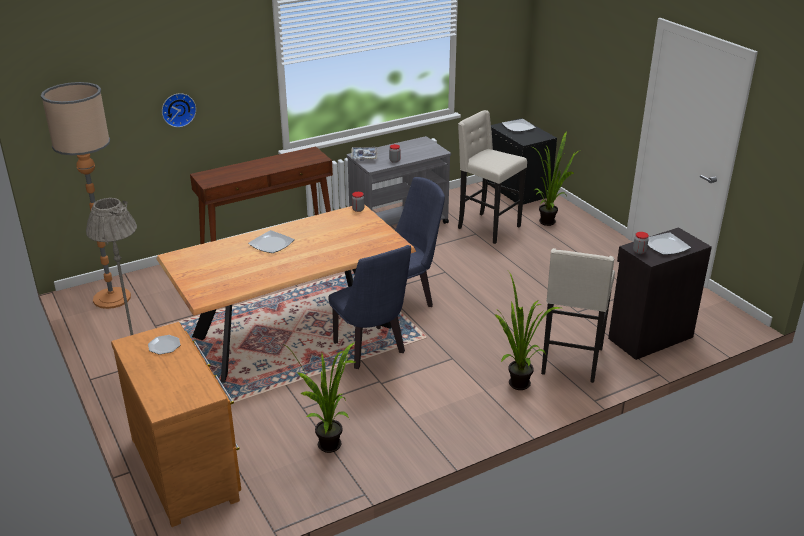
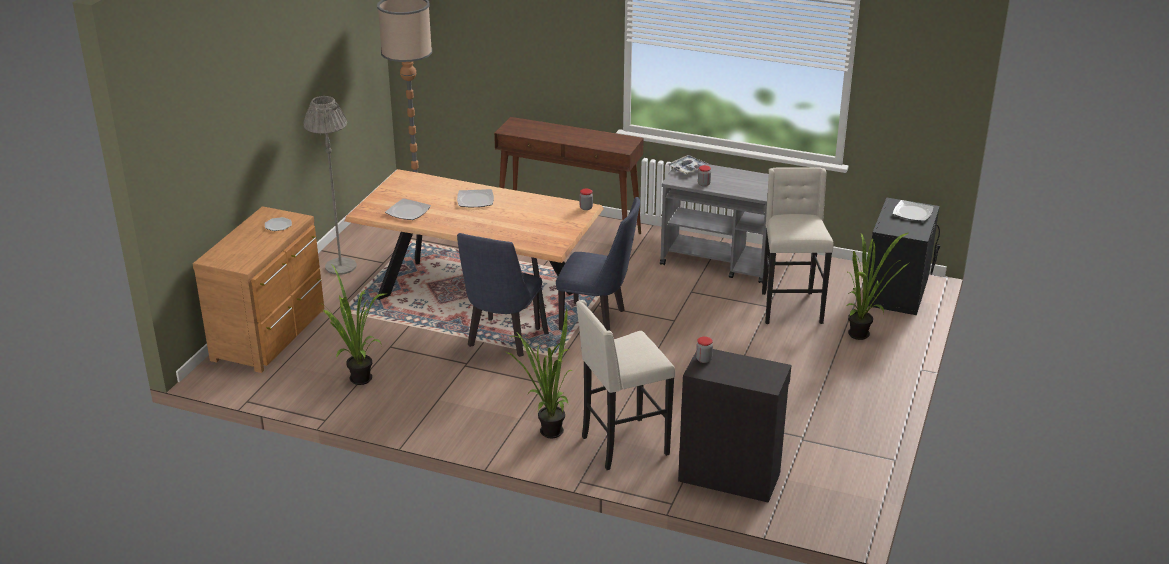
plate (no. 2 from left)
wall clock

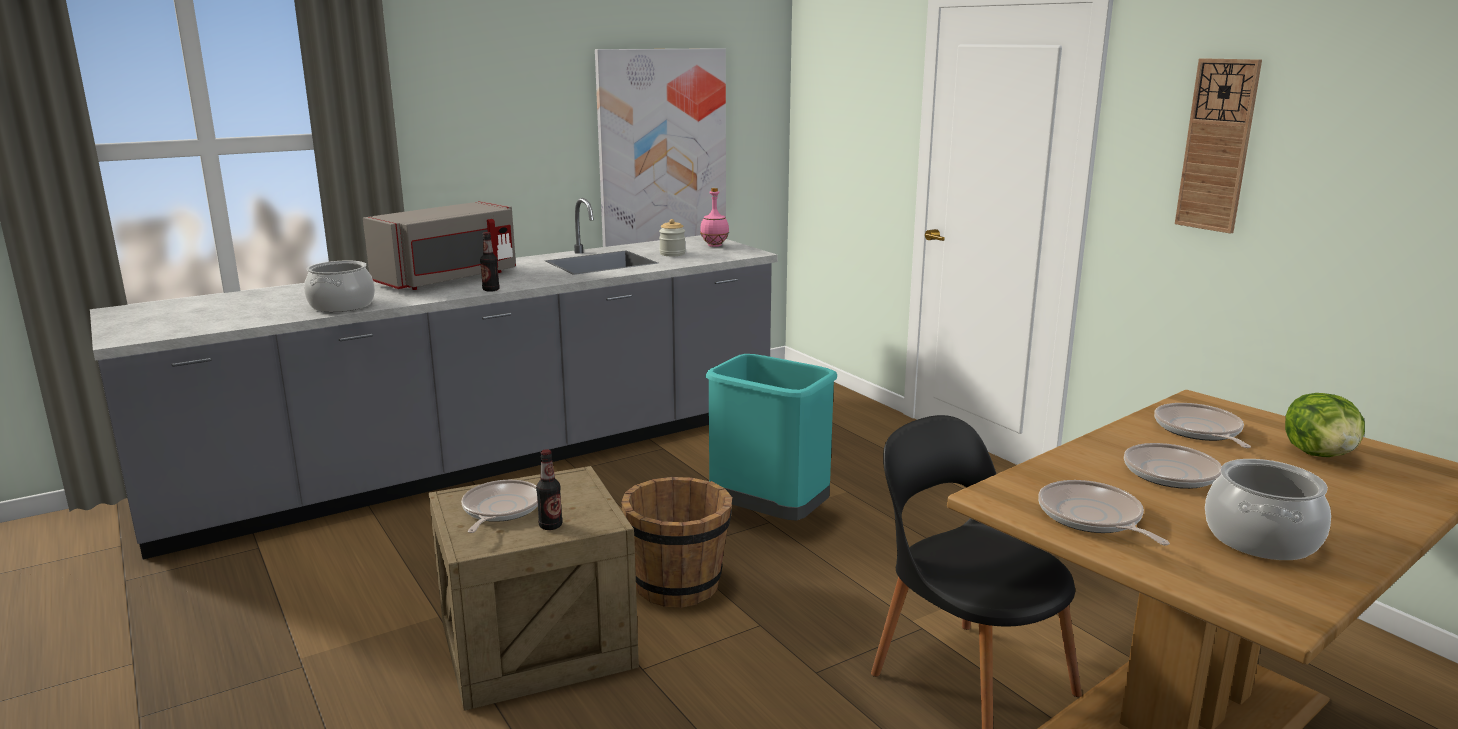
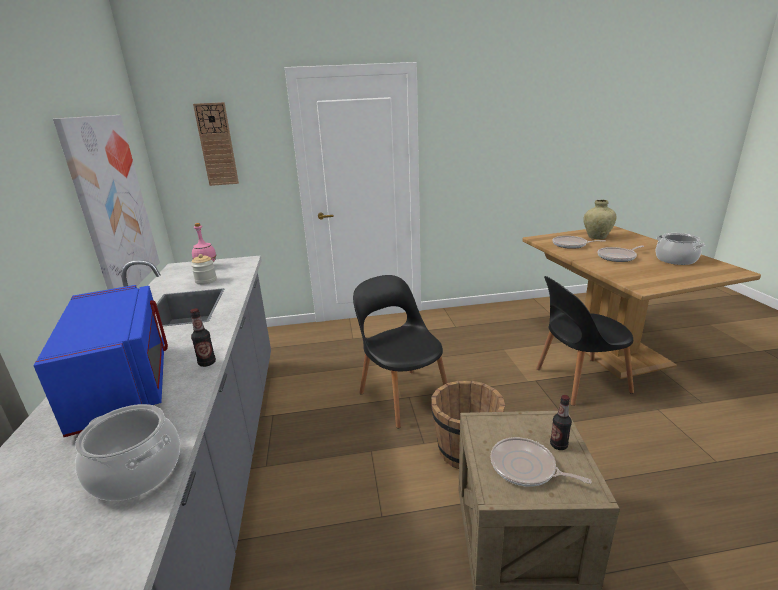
blue microwave
wall clock
black chair (no. 1 from left)
beige vase
frying pan (no. 2 from left in the first image)

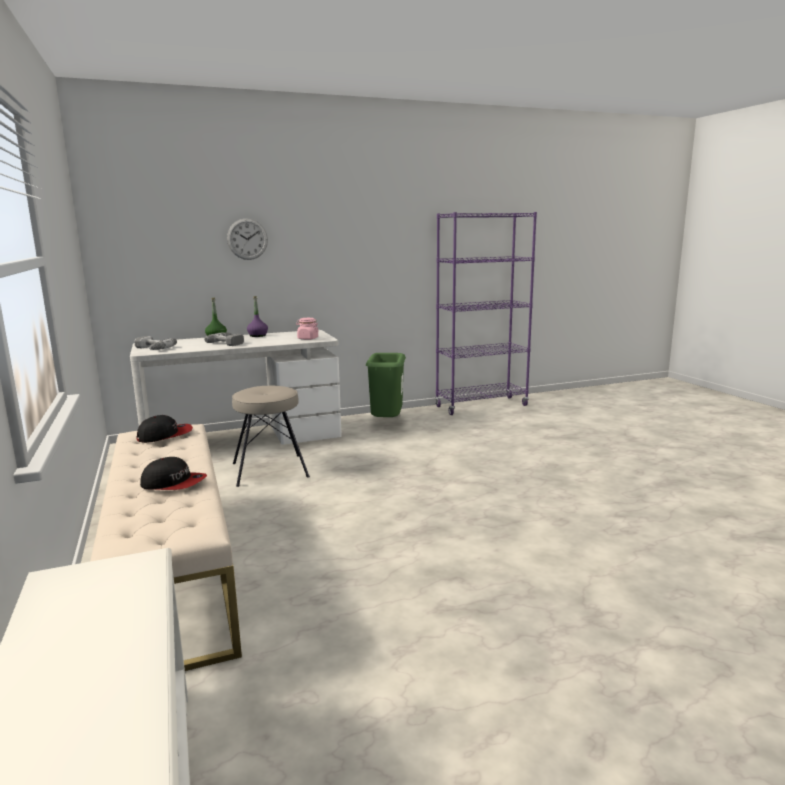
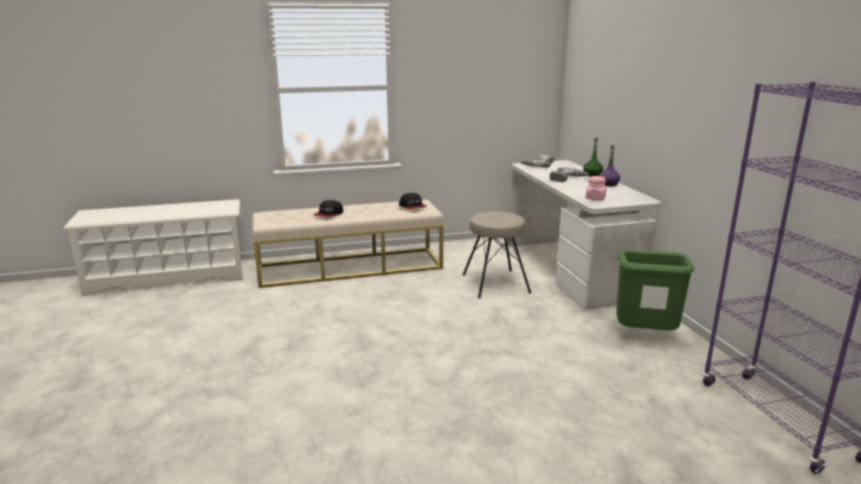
wall clock

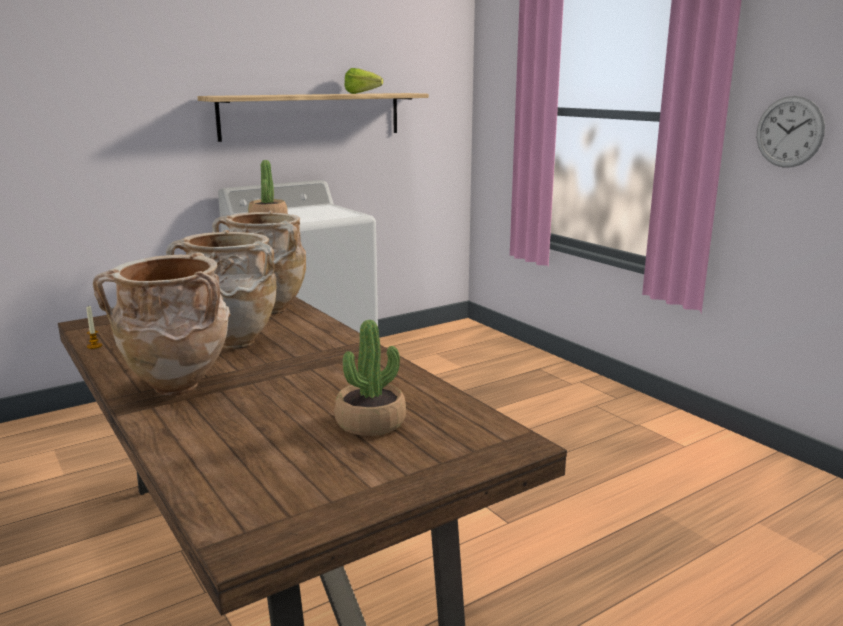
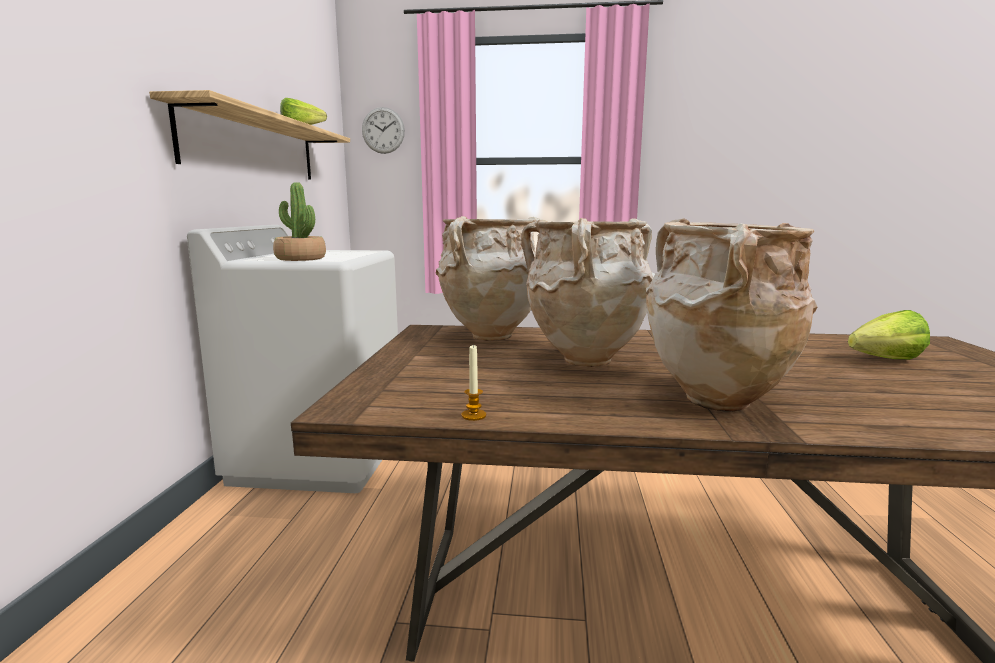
wall clock
lettuce (no. 2 from left)

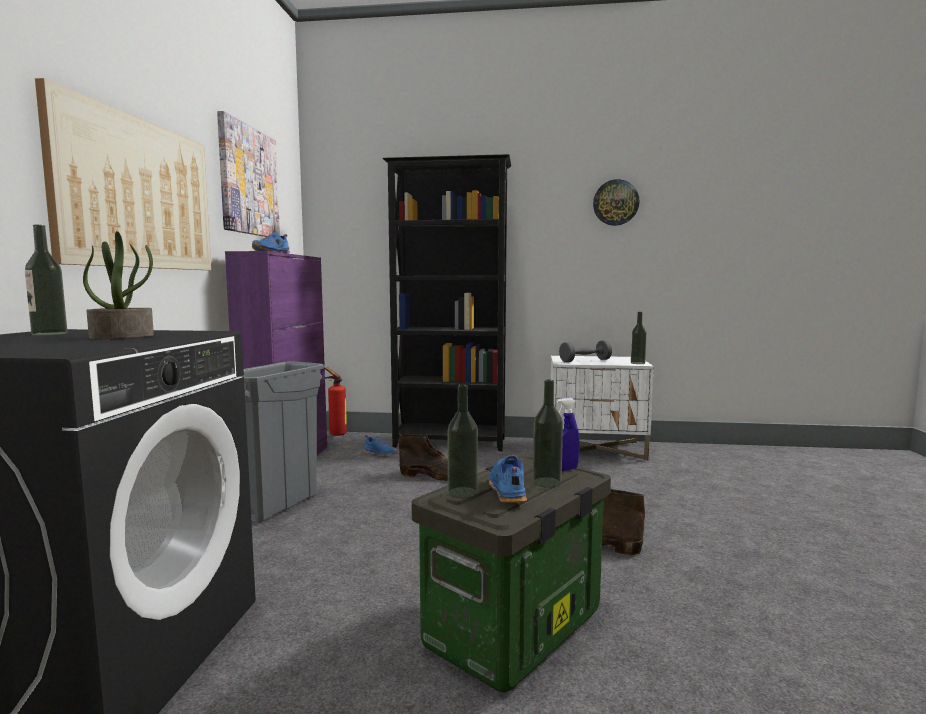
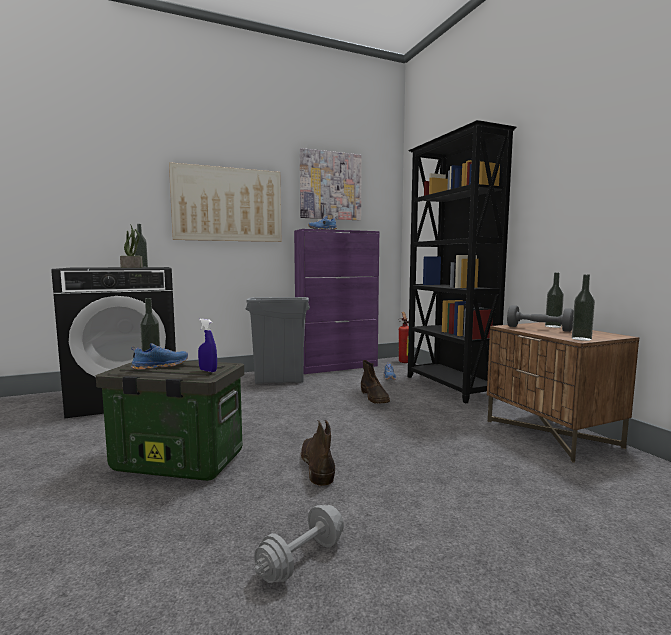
grey dumbbell (no. 1 from left)
brown nightstand
bottle (no. 3 from left)
wall clock

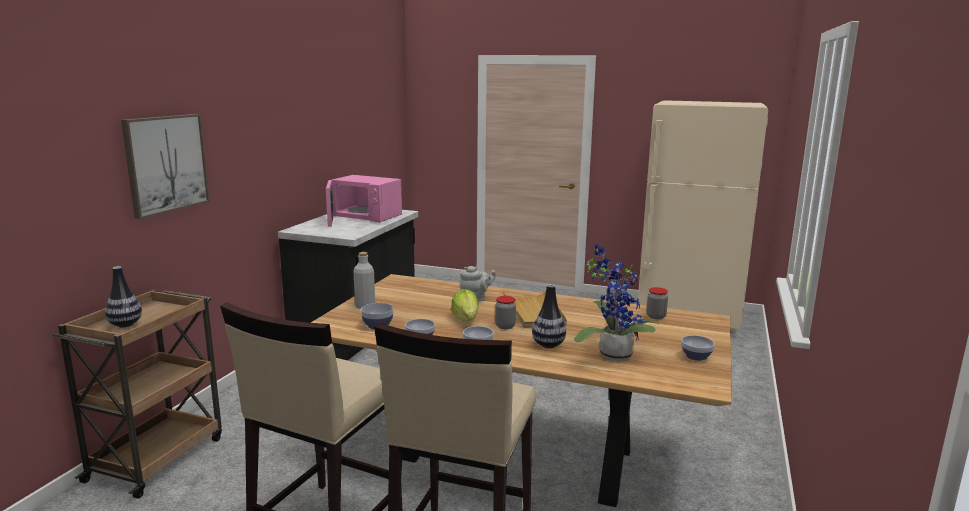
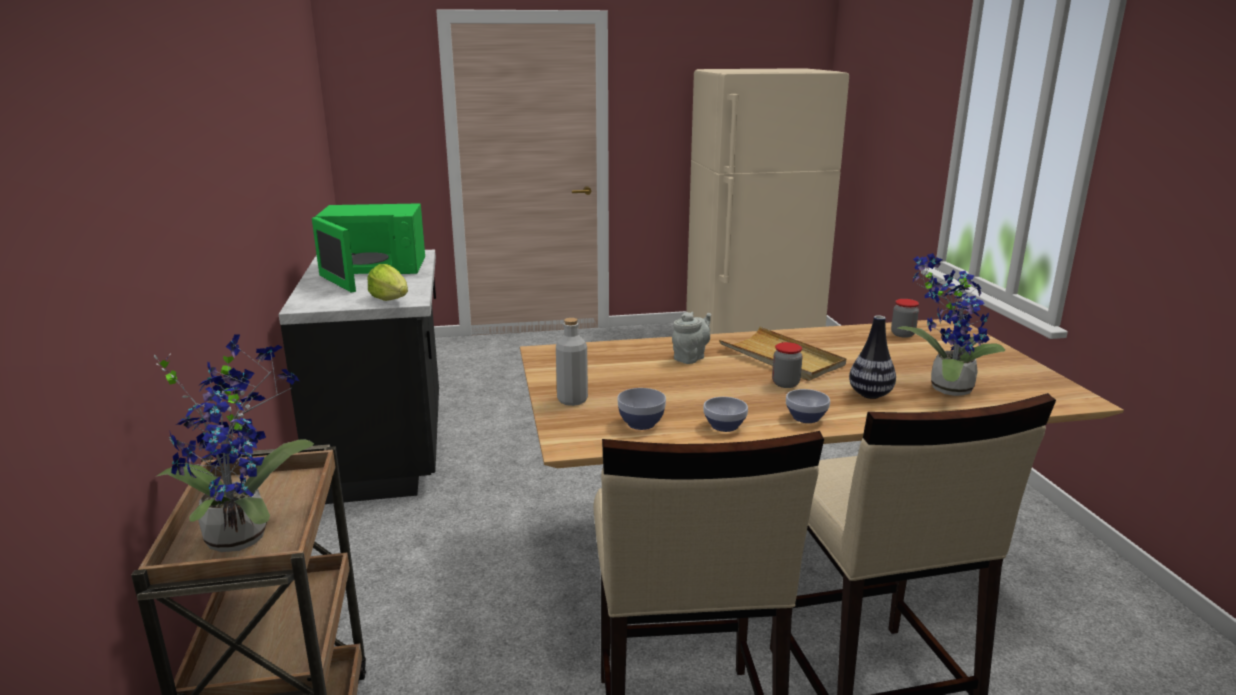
potted plant (no. 1 from left)
green microwave
lettuce
picture
bowl (no. 4 from left in the first image)

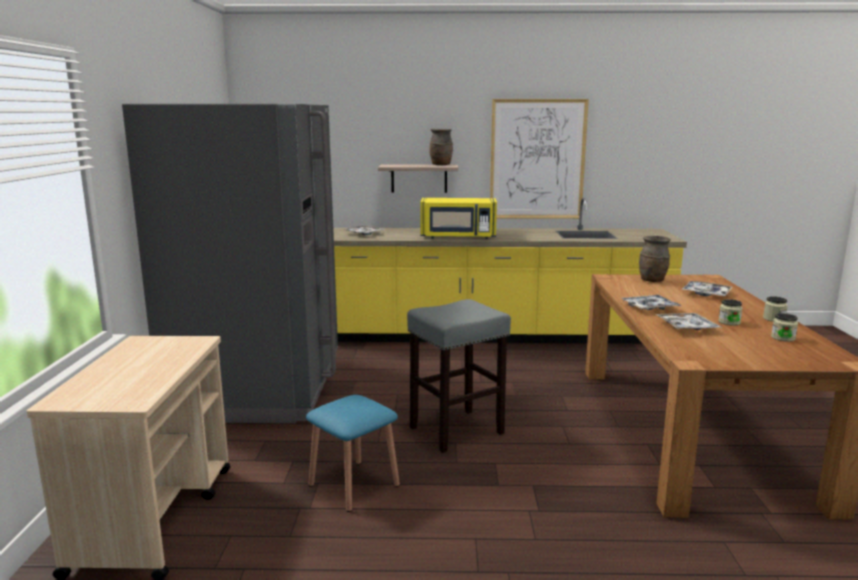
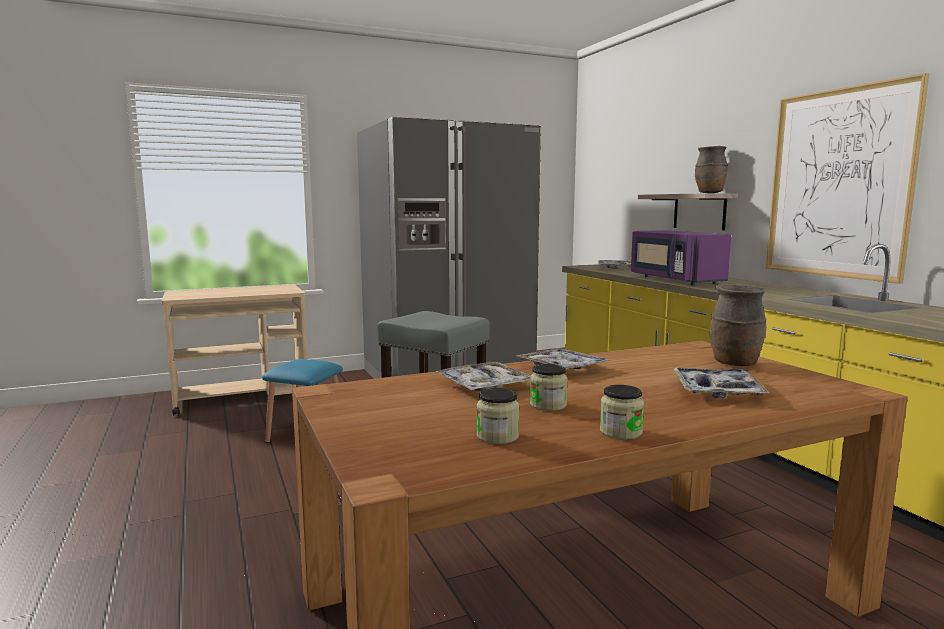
purple microwave

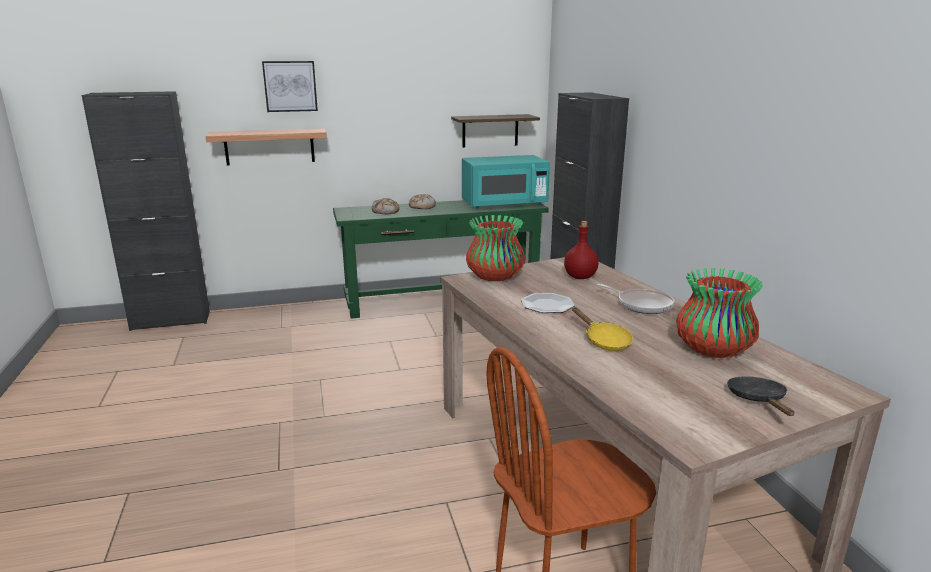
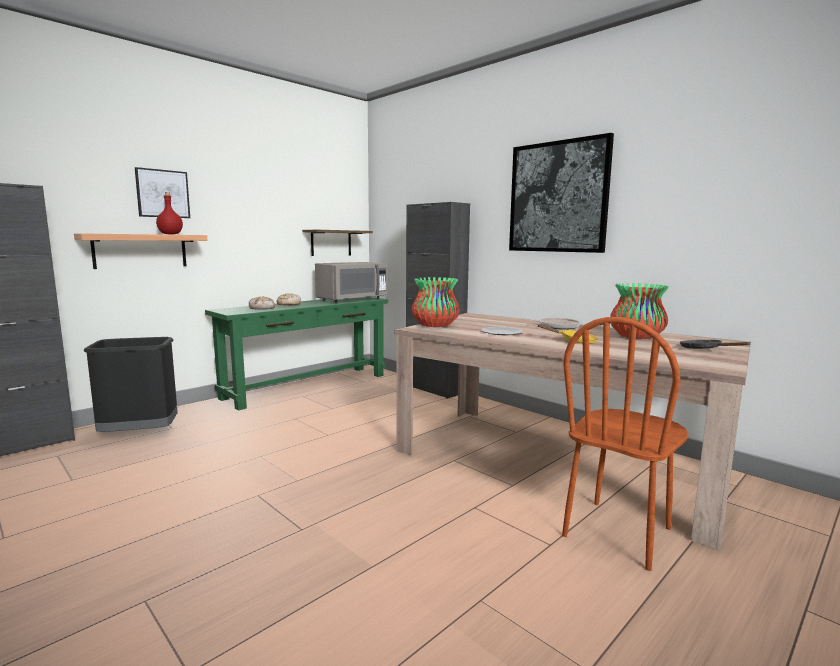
black trash can
red bottle
grey microwave
picture (no. 2 from left)

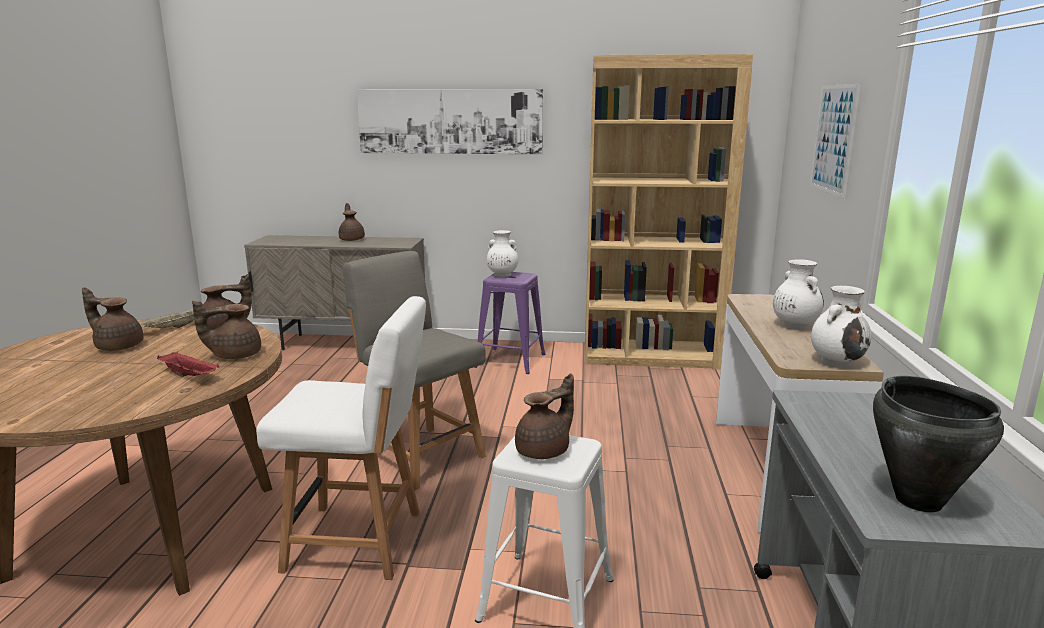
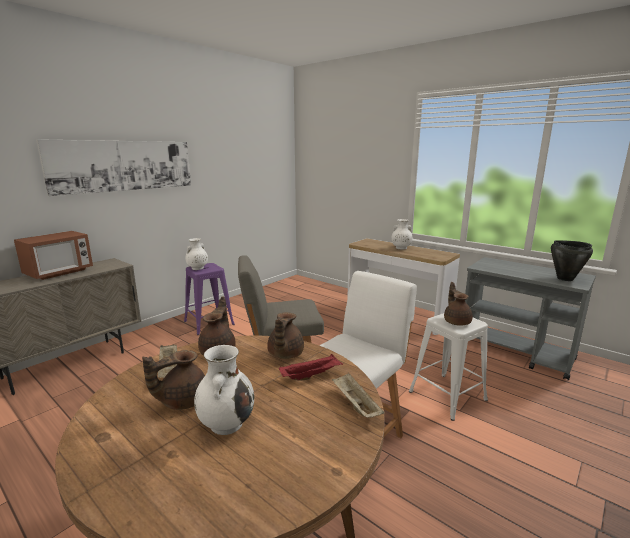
microwave
white vase (no. 2 from left)
beige tray (no. 2 from left)
brown bookcase
picture (no. 2 from left in the first image)

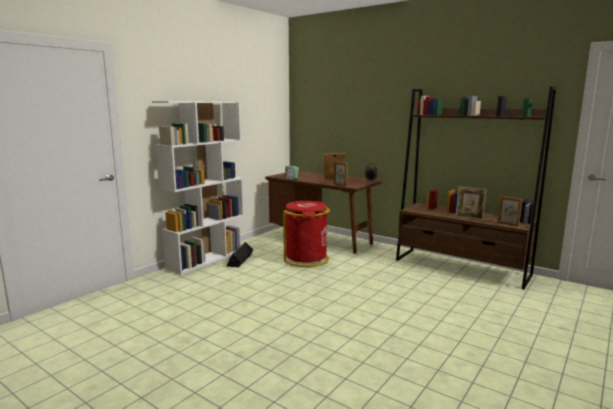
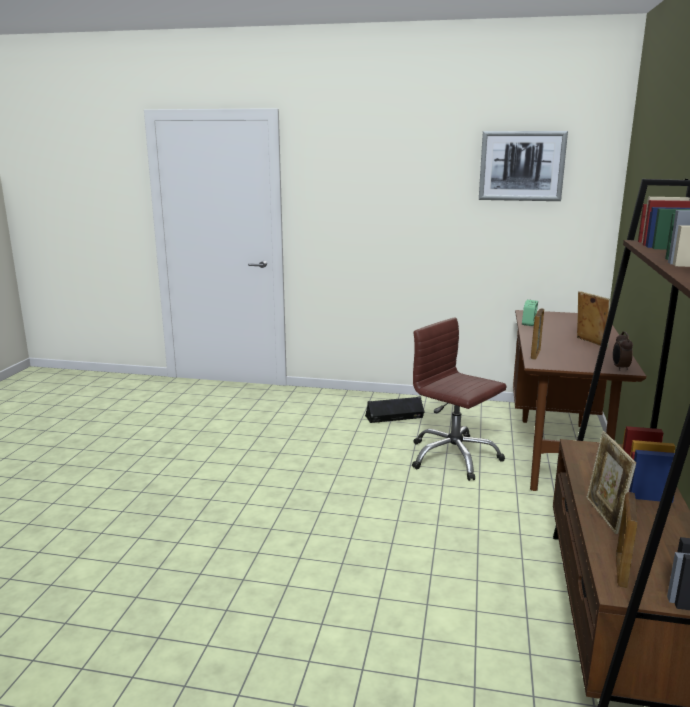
brown office chair
picture
white bookcase

